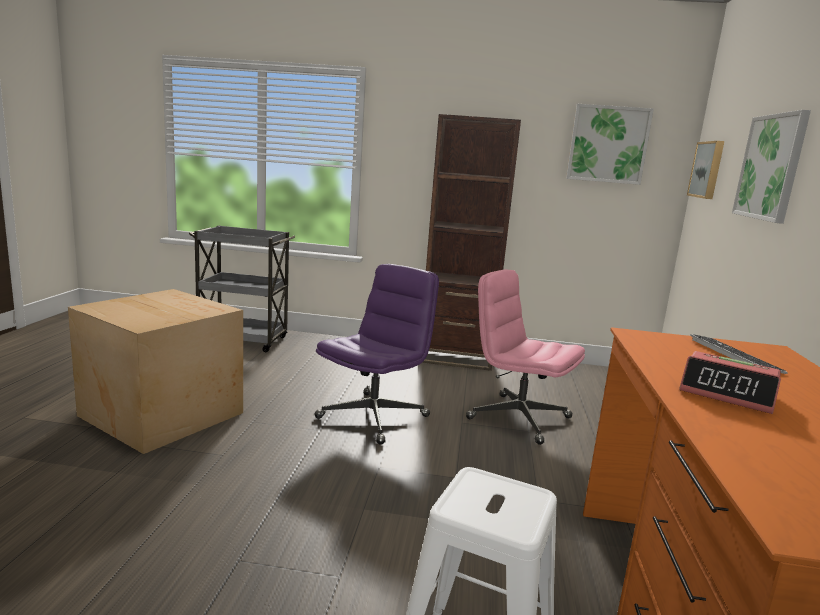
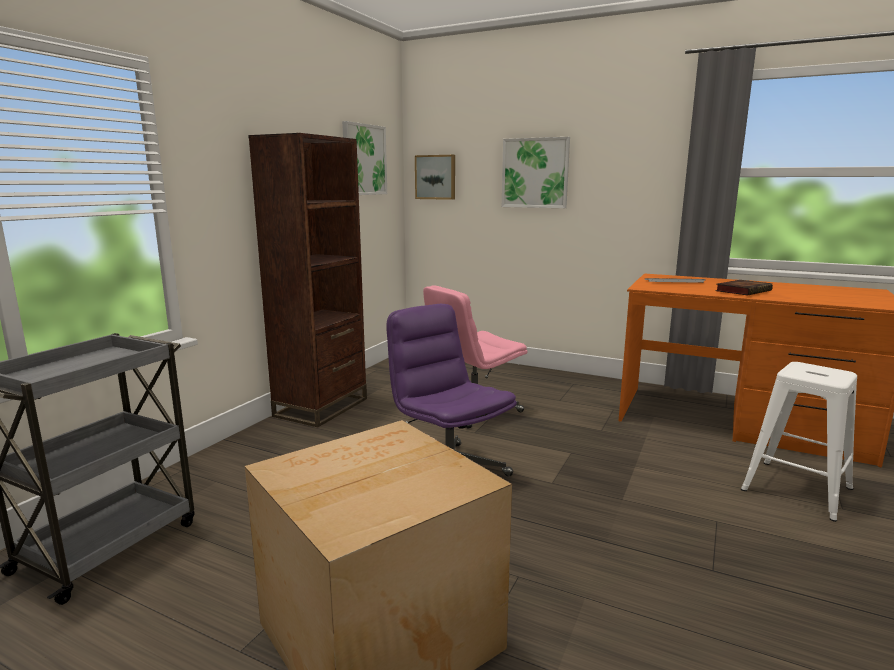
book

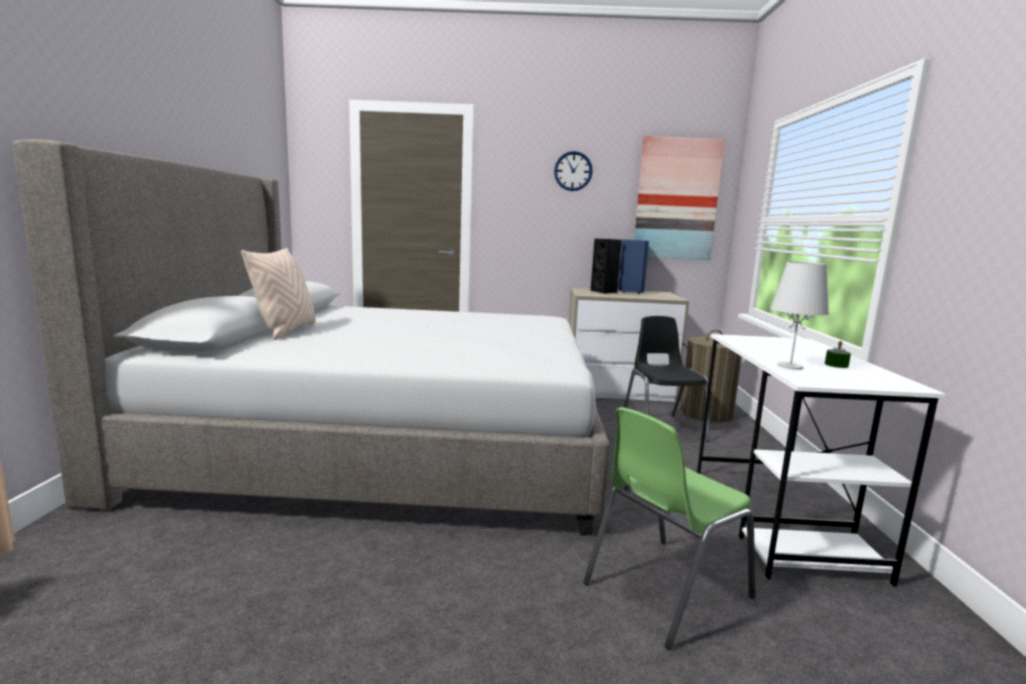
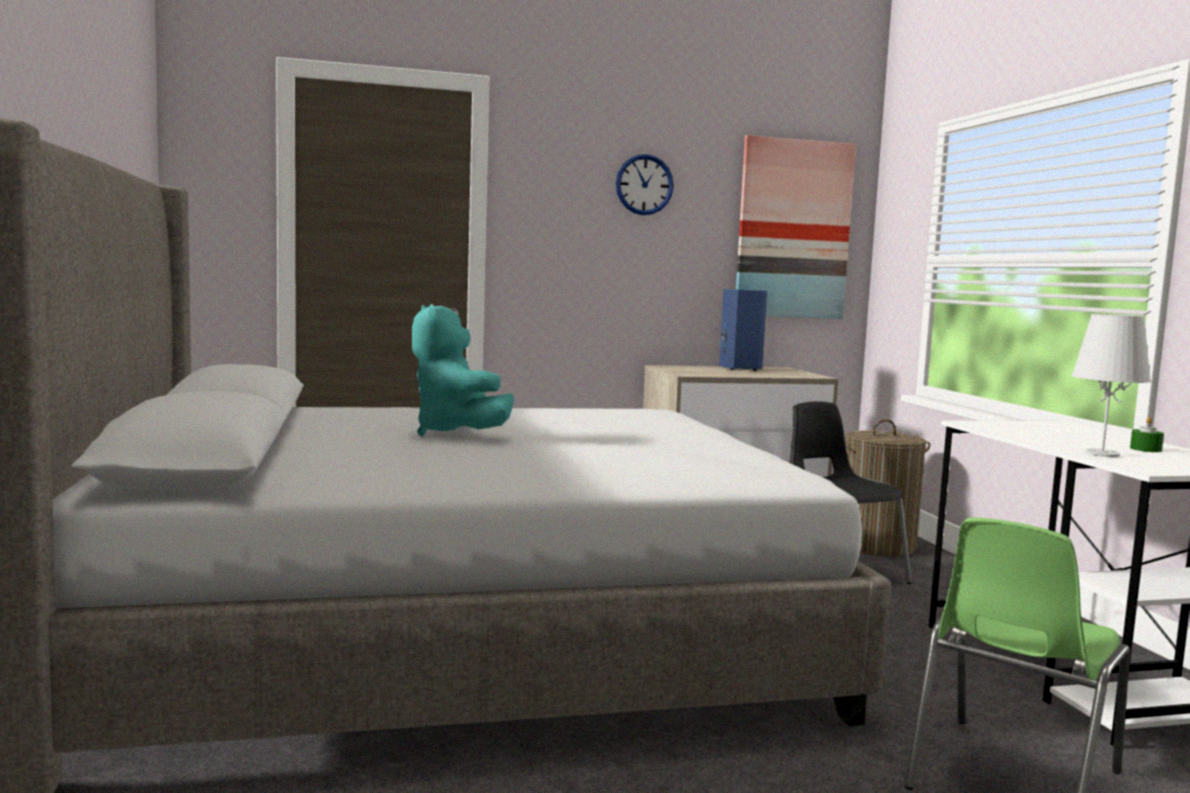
turquoise plush toy
beige pillow
black speaker

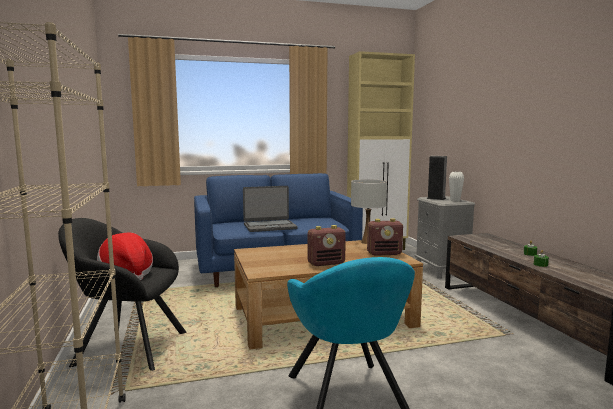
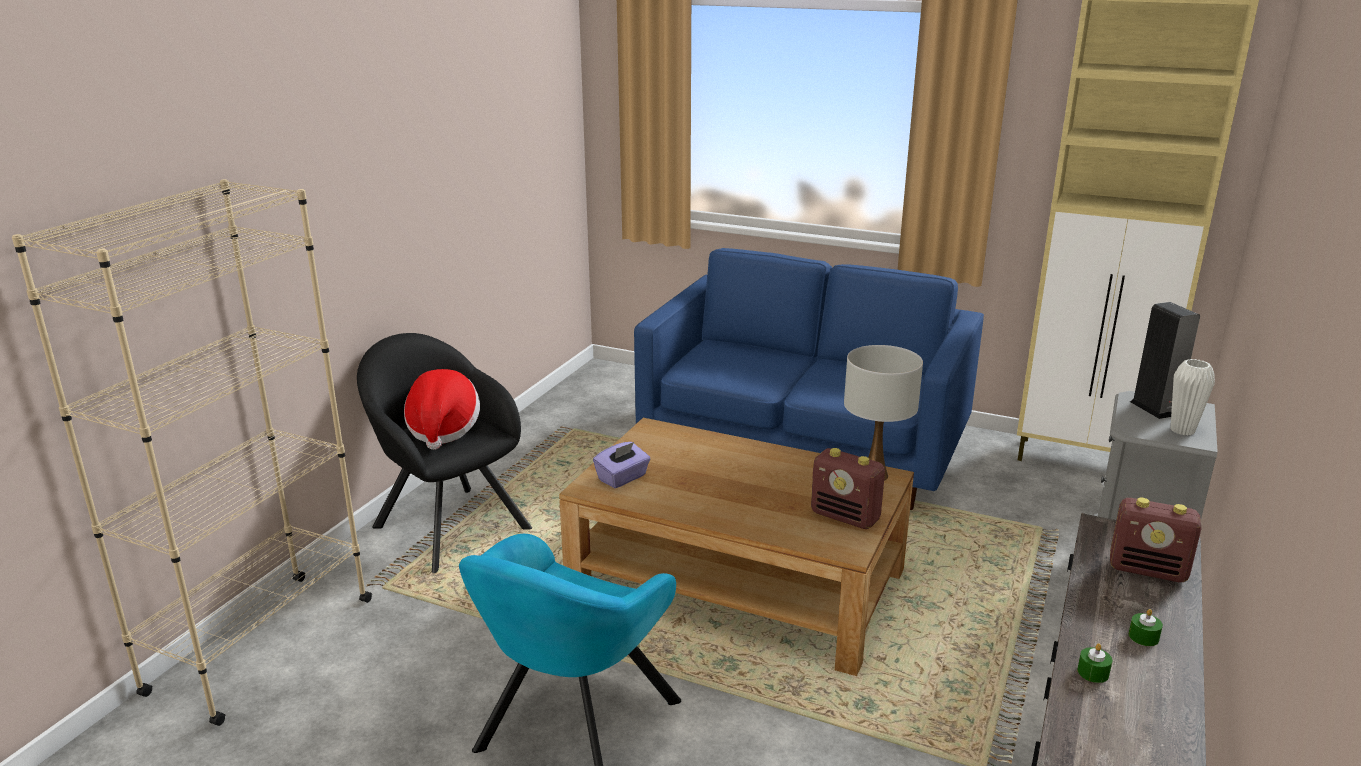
purple tissue box
radio (no. 2 from left)
laptop

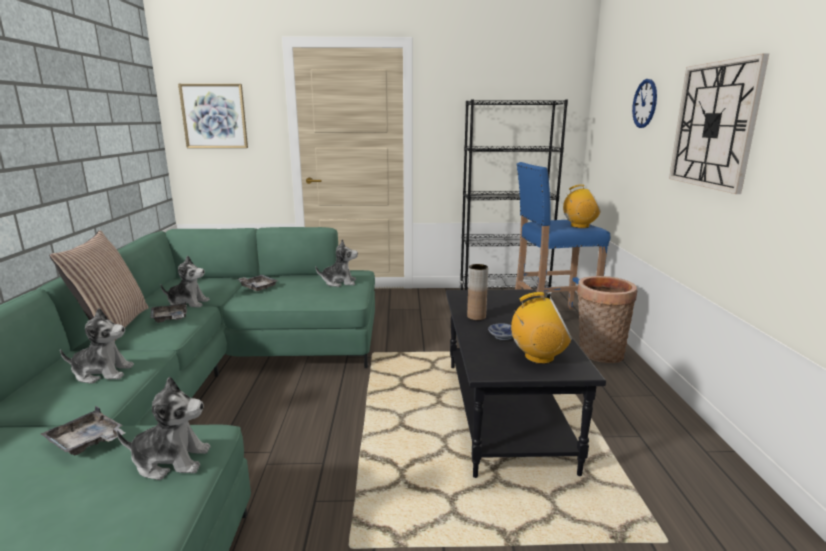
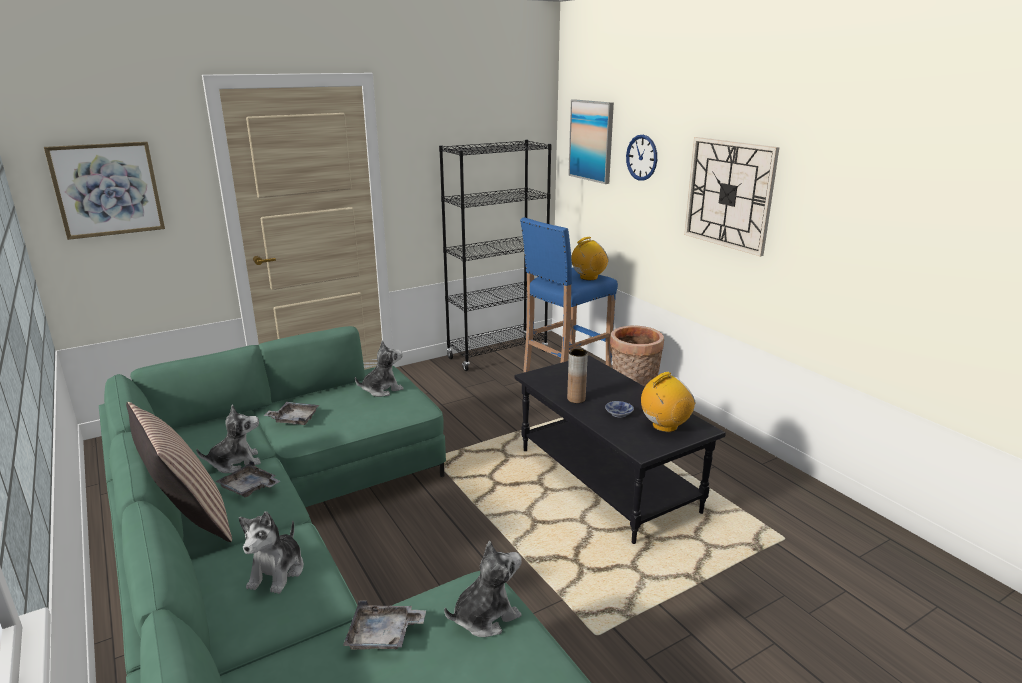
plush toy (no. 2 from left)
picture (no. 2 from left)

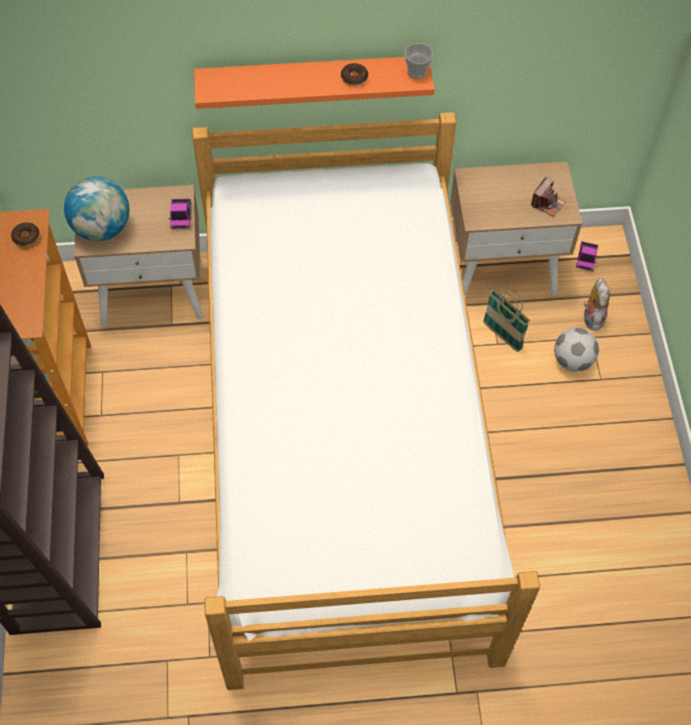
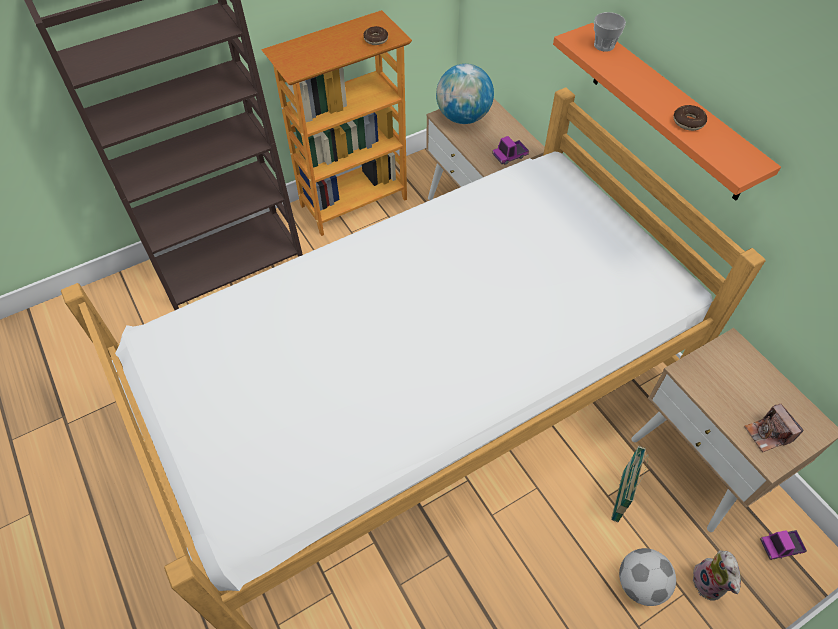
cup
plush toy
photo camera

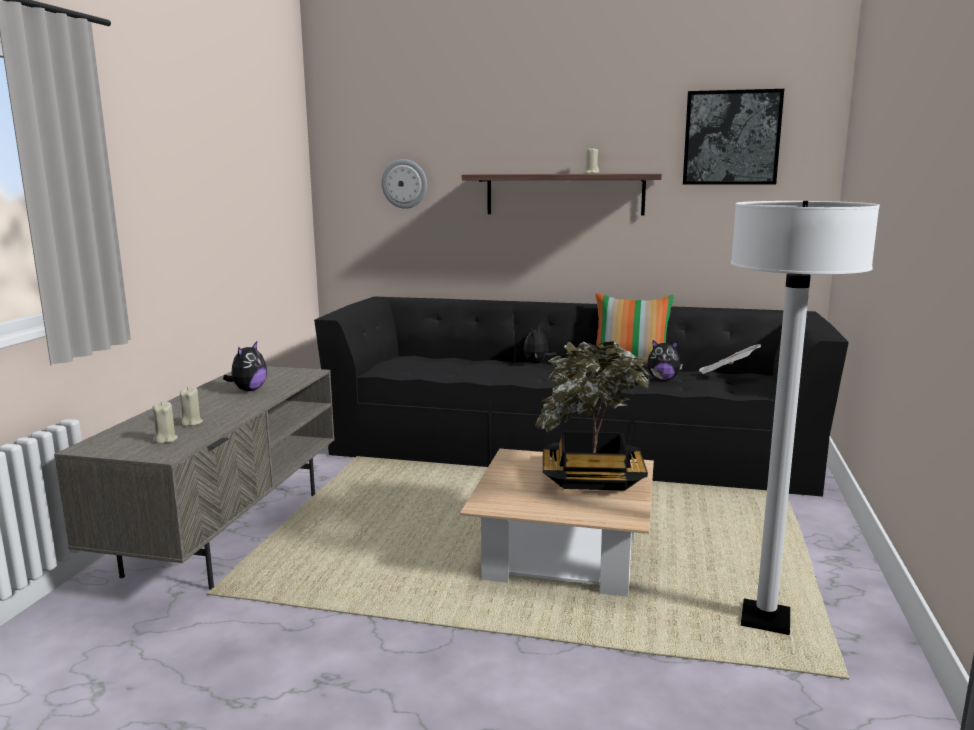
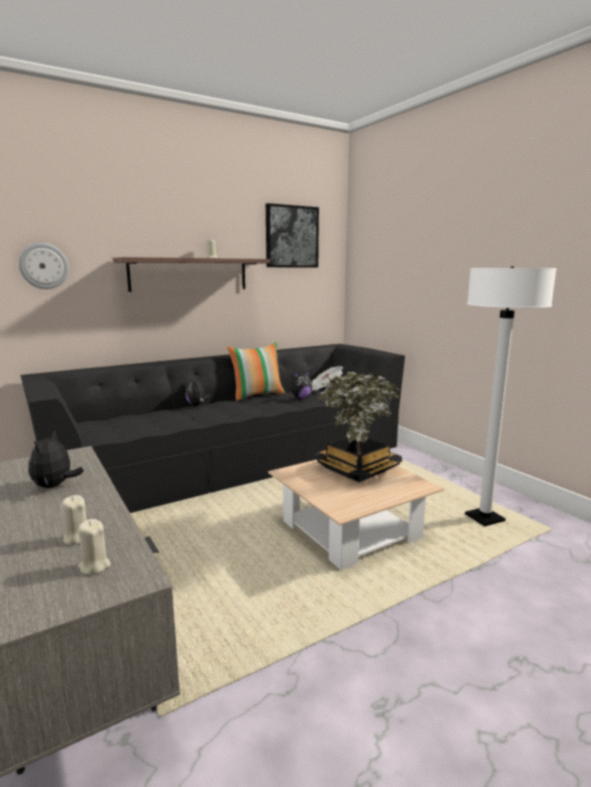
plush toy (no. 1 from left)

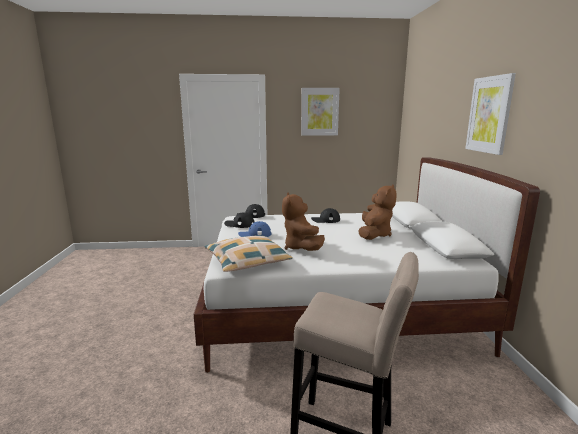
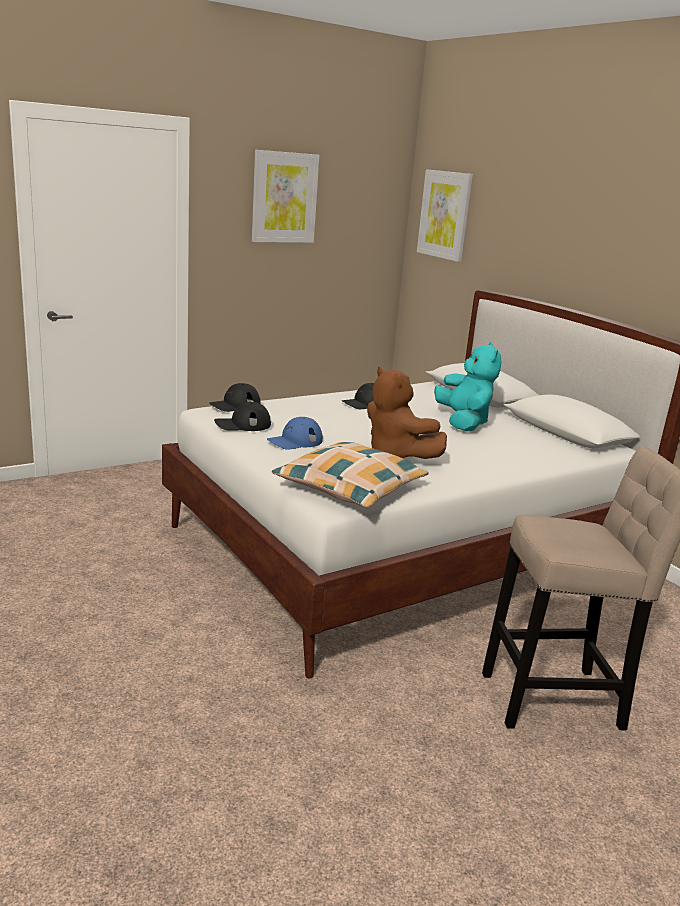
picture (no. 2 from left)
turquoise plush toy

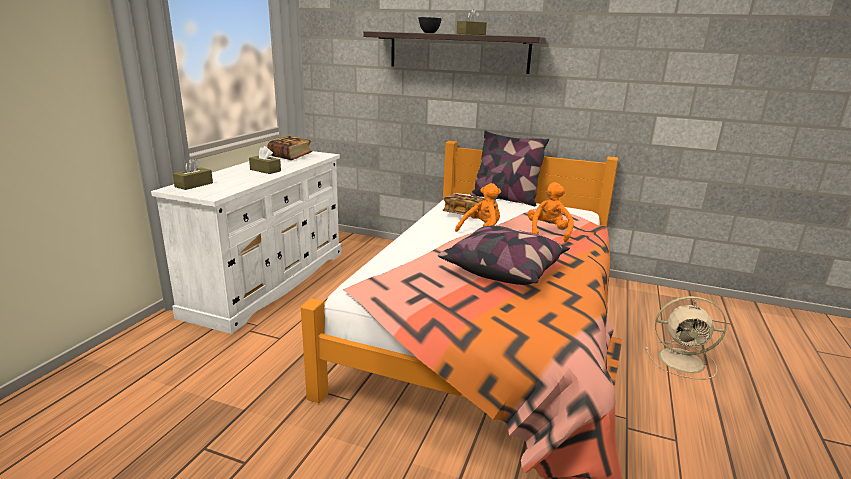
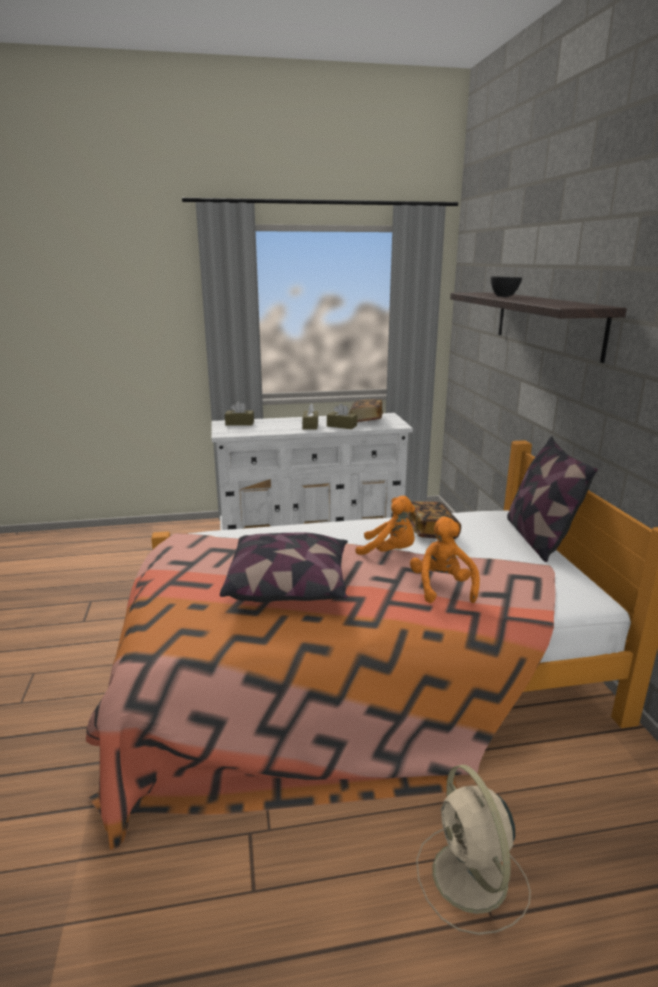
brown tissue box (no. 3 from left)
orange plush toy (no. 2 from left)

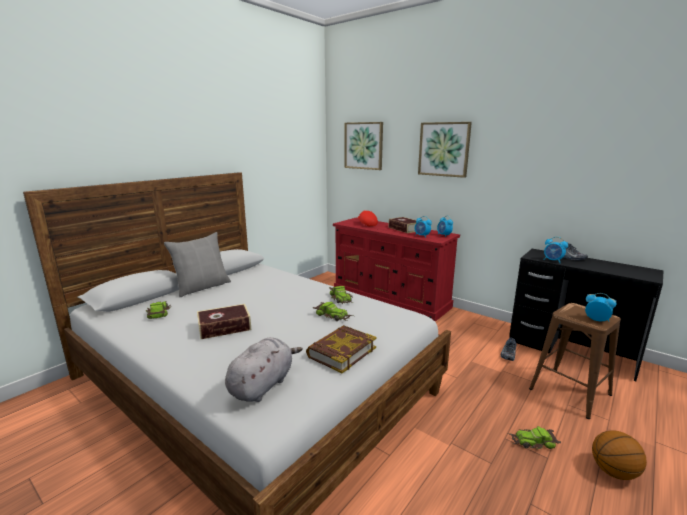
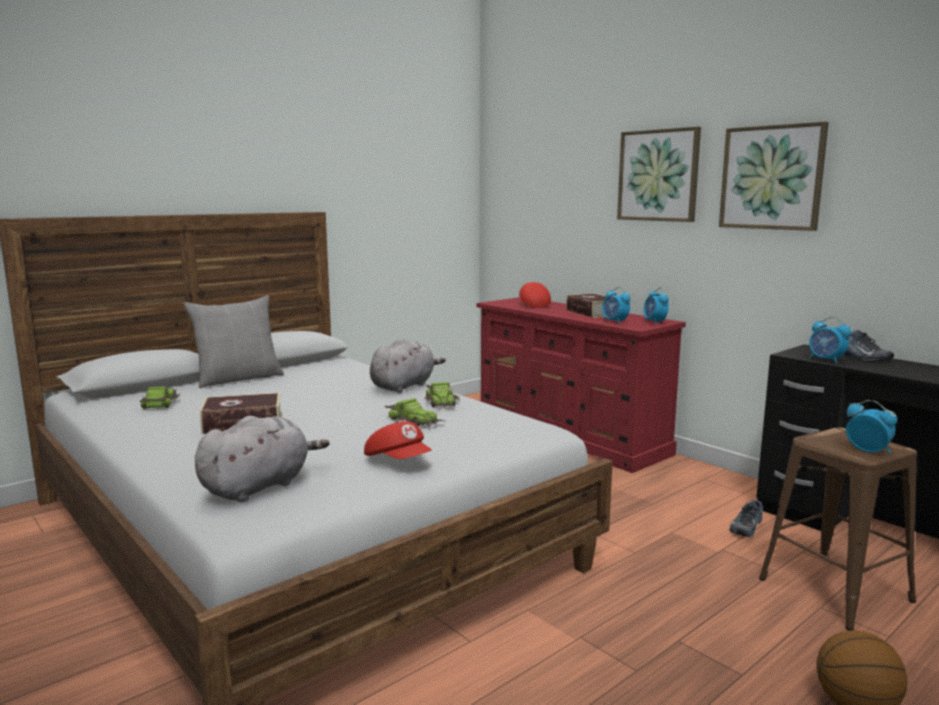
red cap (no. 1 from left)
grey plush toy (no. 2 from left)
picture (no. 2 from left)
toy car (no. 4 from left in the first image)

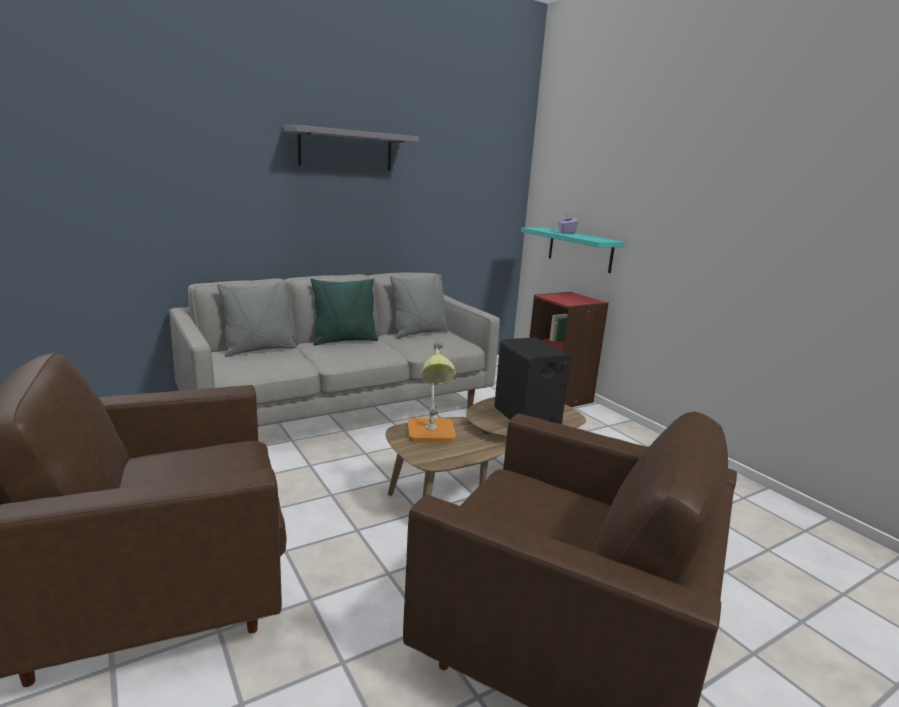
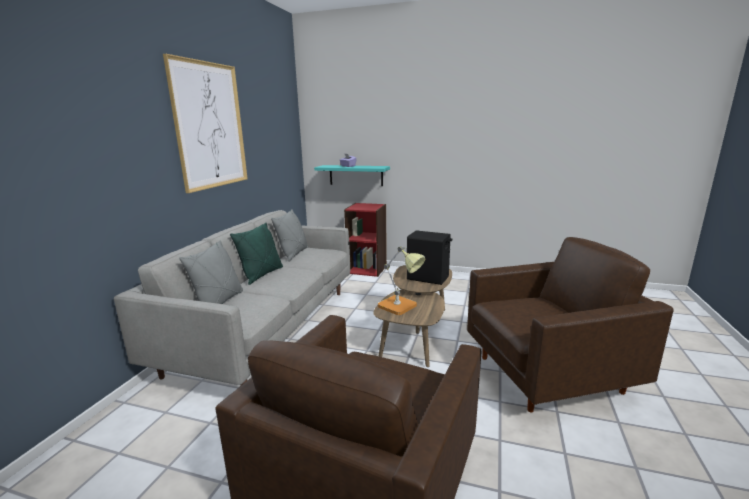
picture

